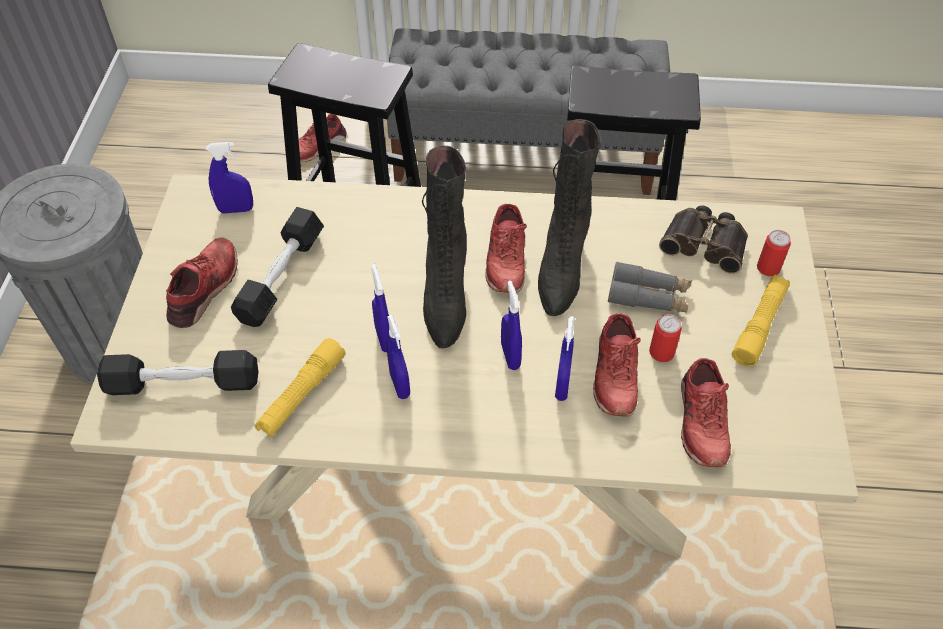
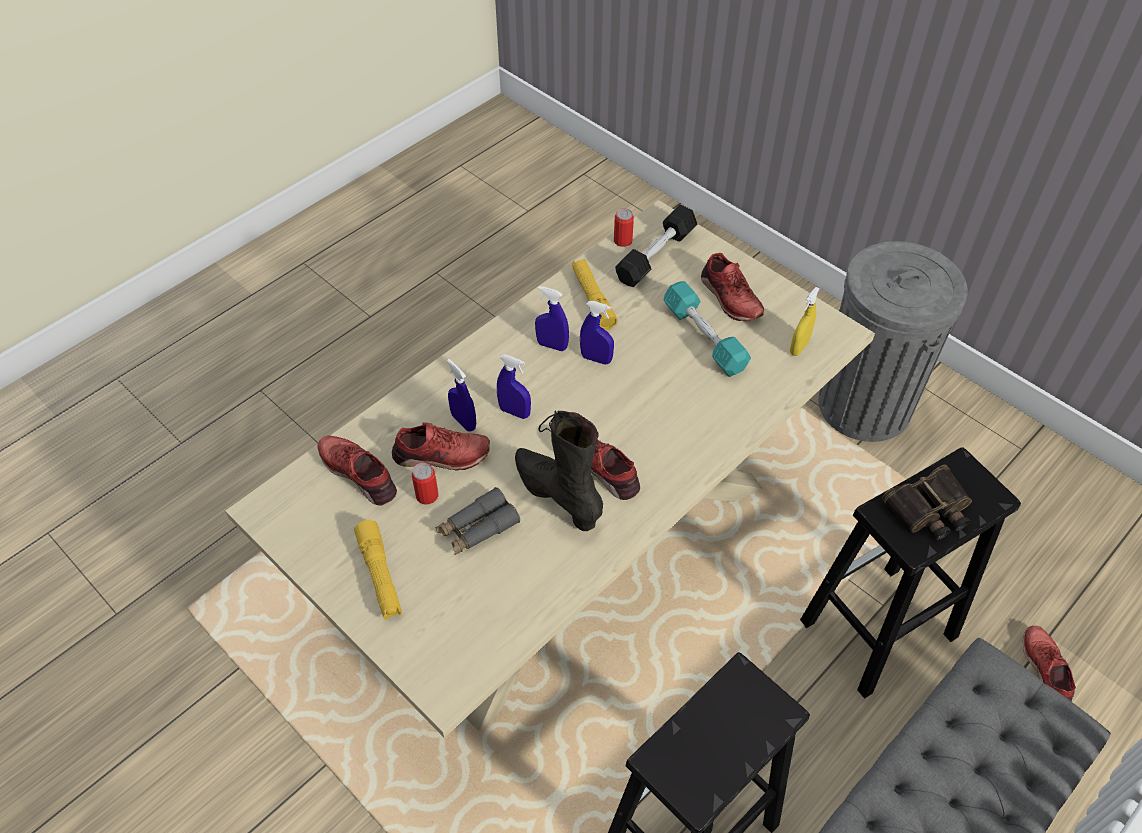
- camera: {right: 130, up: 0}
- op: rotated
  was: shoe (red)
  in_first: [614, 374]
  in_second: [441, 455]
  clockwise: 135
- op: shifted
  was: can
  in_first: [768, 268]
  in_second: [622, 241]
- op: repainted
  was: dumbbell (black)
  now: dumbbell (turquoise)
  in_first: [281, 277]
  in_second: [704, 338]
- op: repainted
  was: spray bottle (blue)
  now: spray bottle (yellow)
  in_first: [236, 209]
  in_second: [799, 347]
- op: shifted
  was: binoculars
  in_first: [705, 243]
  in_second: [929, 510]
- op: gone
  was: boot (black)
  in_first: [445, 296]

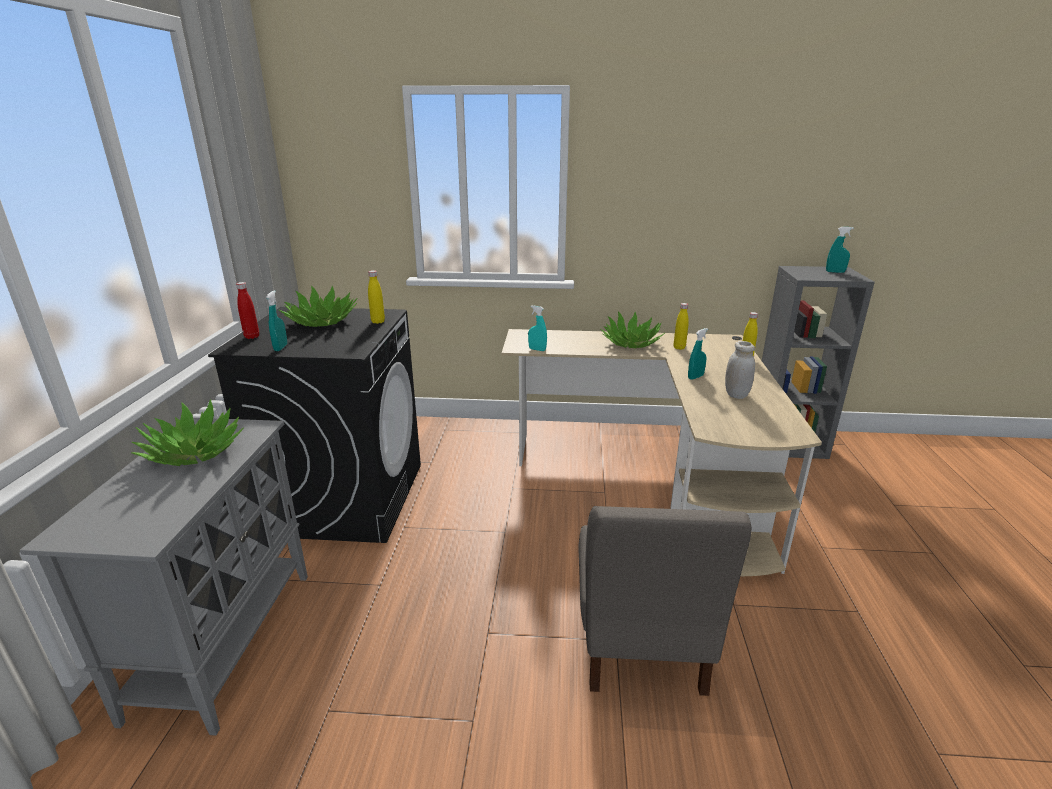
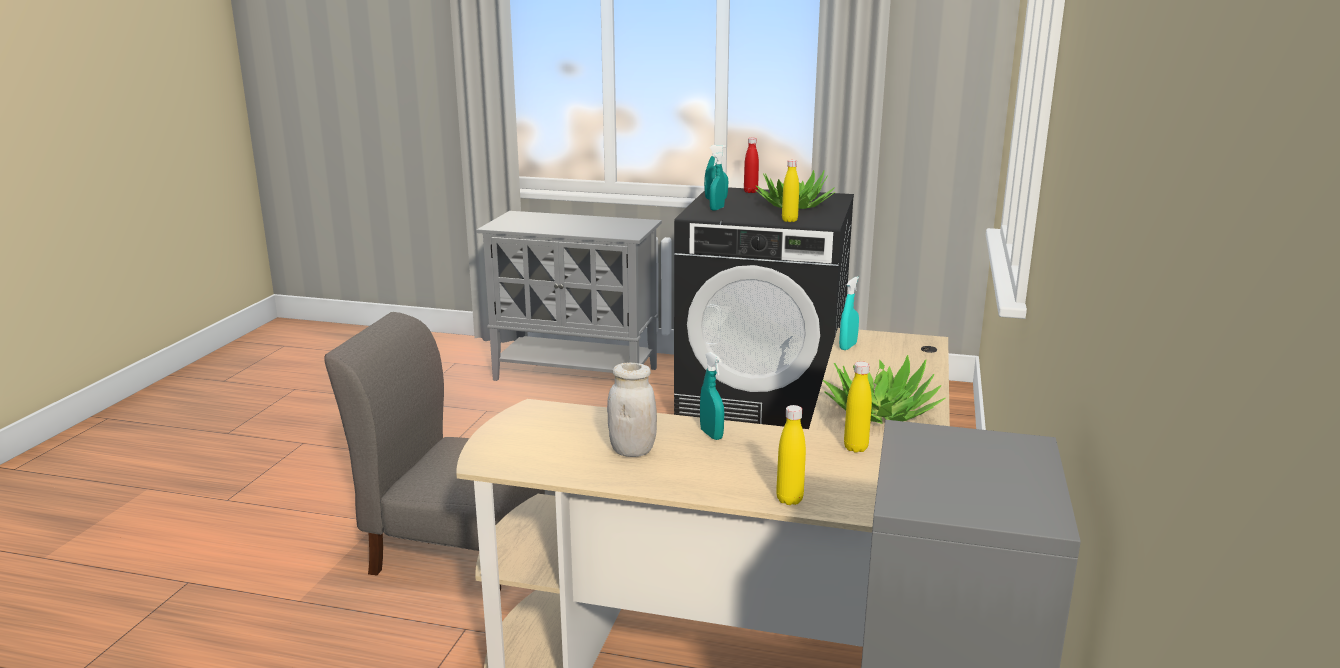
- camera: {right: 100, up: -5}
- op: shifted
  was: spray bottle (turquoise)
  in_first: [835, 272]
  in_second: [717, 209]
- op: gone
  was: potted plant
  in_first: [194, 453]

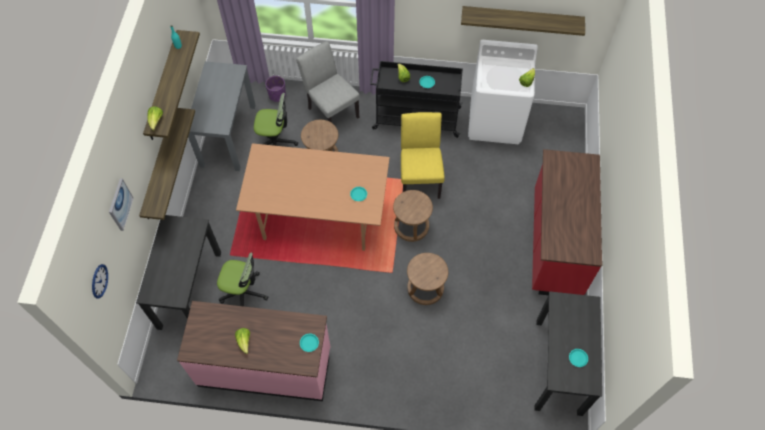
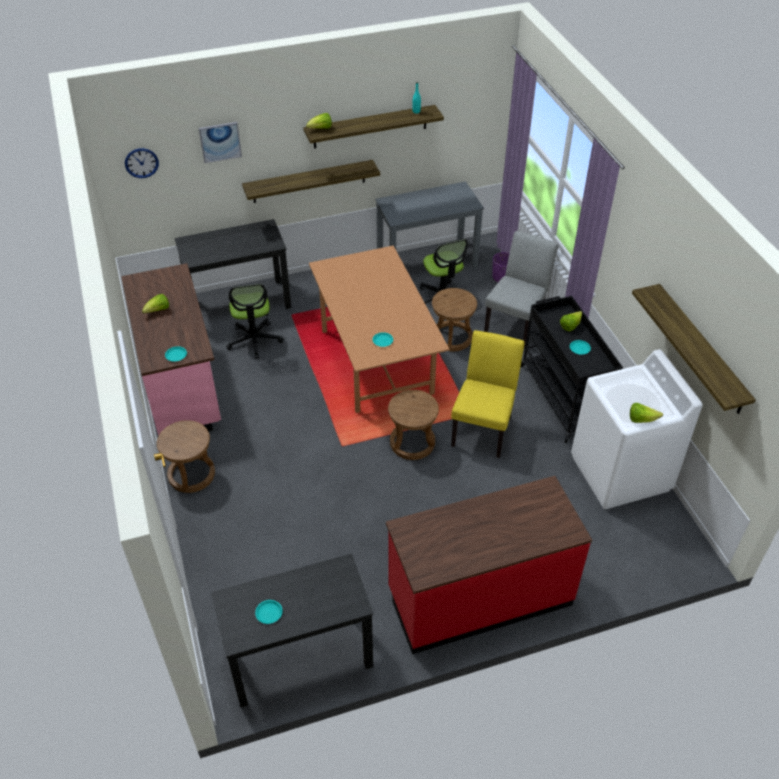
- camera: {right: 65, up: -15}
- op: shifted
  was: stool (brown)
  in_first: [425, 288]
  in_second: [191, 474]
- op: rotated
  was: chair (yellow)
  in_first: [420, 177]
  in_second: [483, 427]
  clockwise: -45

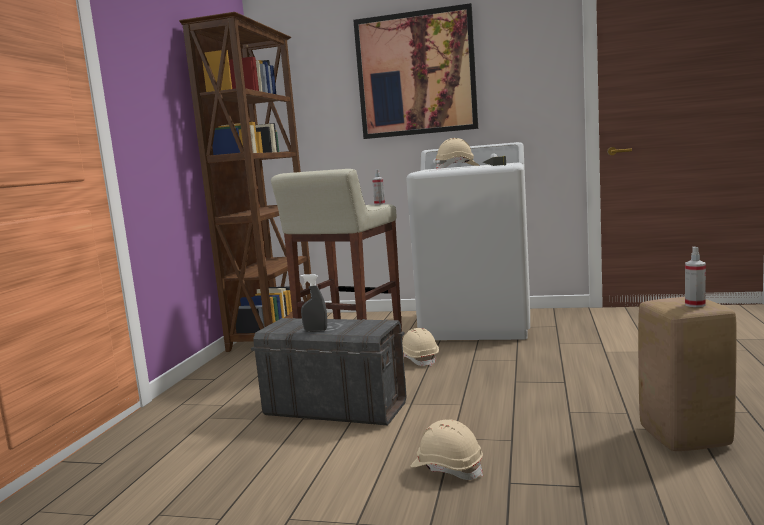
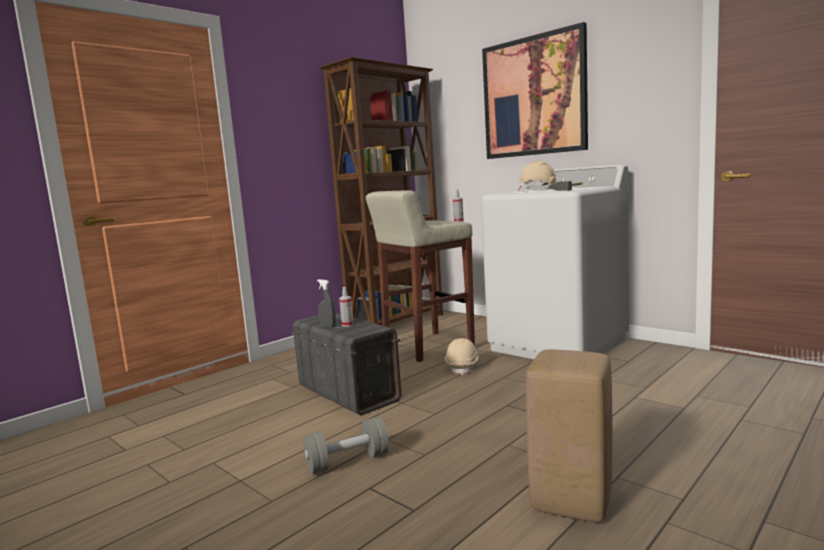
- camera: {right: 30, up: 0}
- op: swapped
  was: hard hat (beige)
  now: dumbbell (grey)
  in_first: [447, 468]
  in_second: [347, 461]
- op: shifted
  was: spray bottle
  in_first: [695, 305]
  in_second: [347, 325]

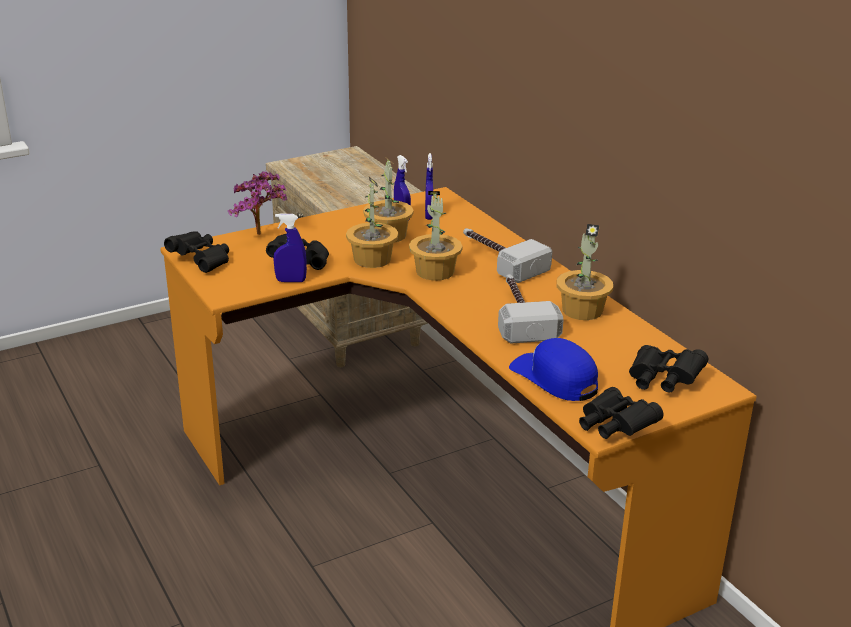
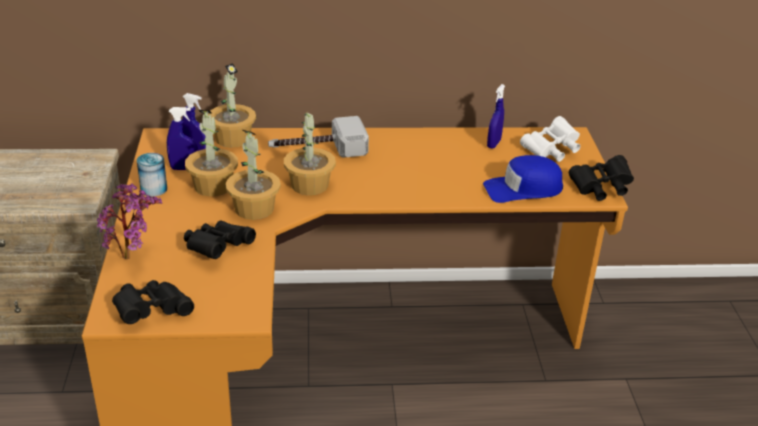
- camera: {right: -65, up: 5}
- op: new
  now: can
  in_second: [154, 189]
- op: shifted
  was: potted plant
  in_first: [582, 310]
  in_second: [232, 138]
- op: shifted
  was: spray bottle (blue)
  in_first: [291, 281]
  in_second: [493, 144]
- op: repainted
  was: binoculars (black)
  now: binoculars (white)
  in_first: [662, 381]
  in_second: [551, 150]
- op: gone
  was: hammer
  in_first: [520, 315]

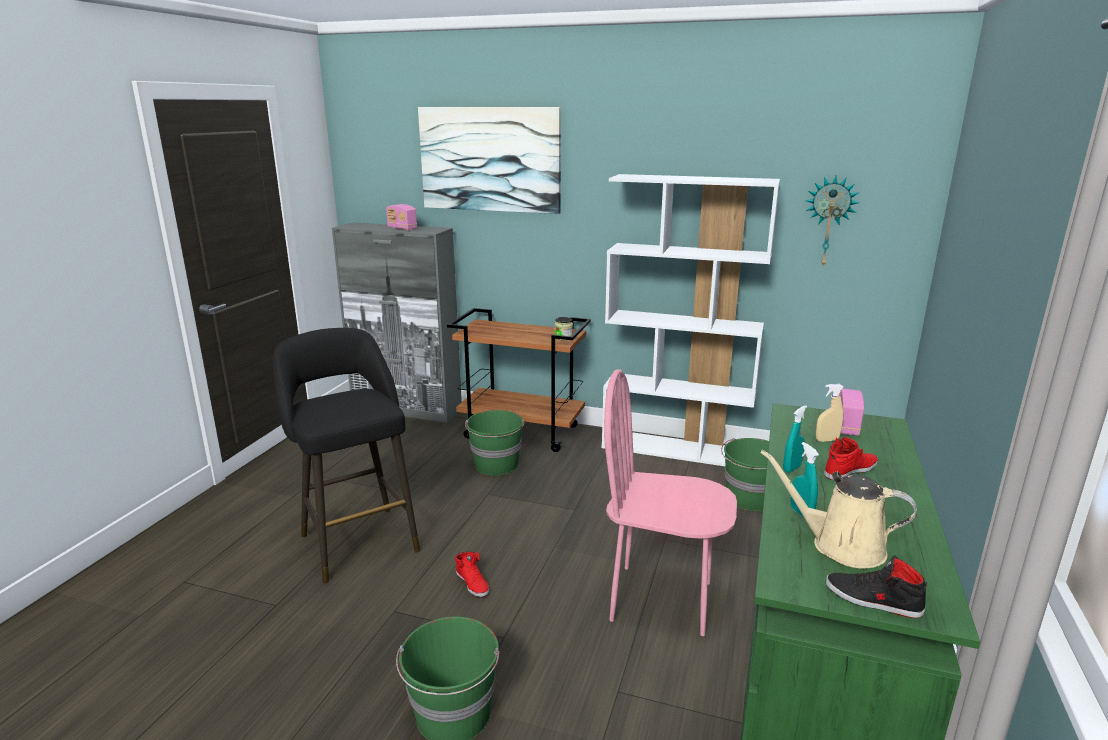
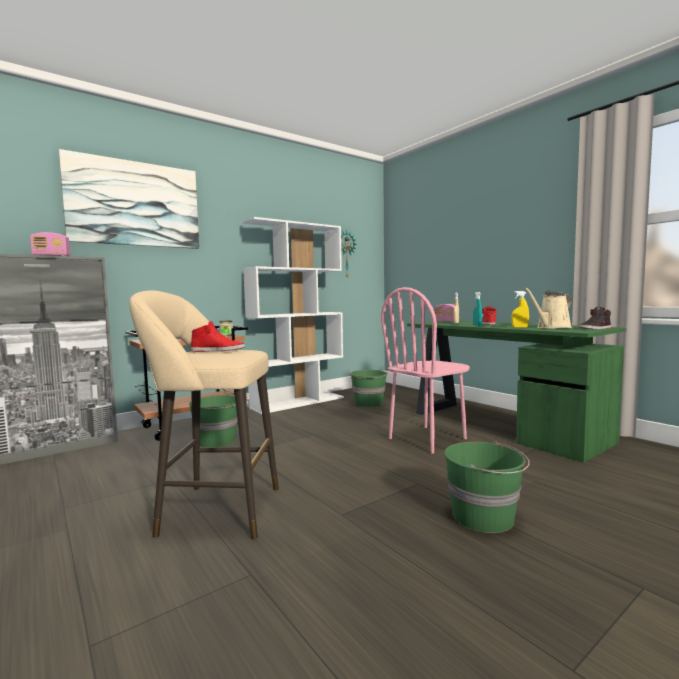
- camera: {right: -55, up: -15}
- op: repainted
  was: stool (black)
  now: stool (beige)
  in_first: [357, 539]
  in_second: [214, 510]
- op: shifted
  was: shoe (red)
  in_first: [472, 583]
  in_second: [218, 350]
- op: repainted
  was: spray bottle (turquoise)
  now: spray bottle (yellow)
  in_first: [801, 513]
  in_second: [520, 327]

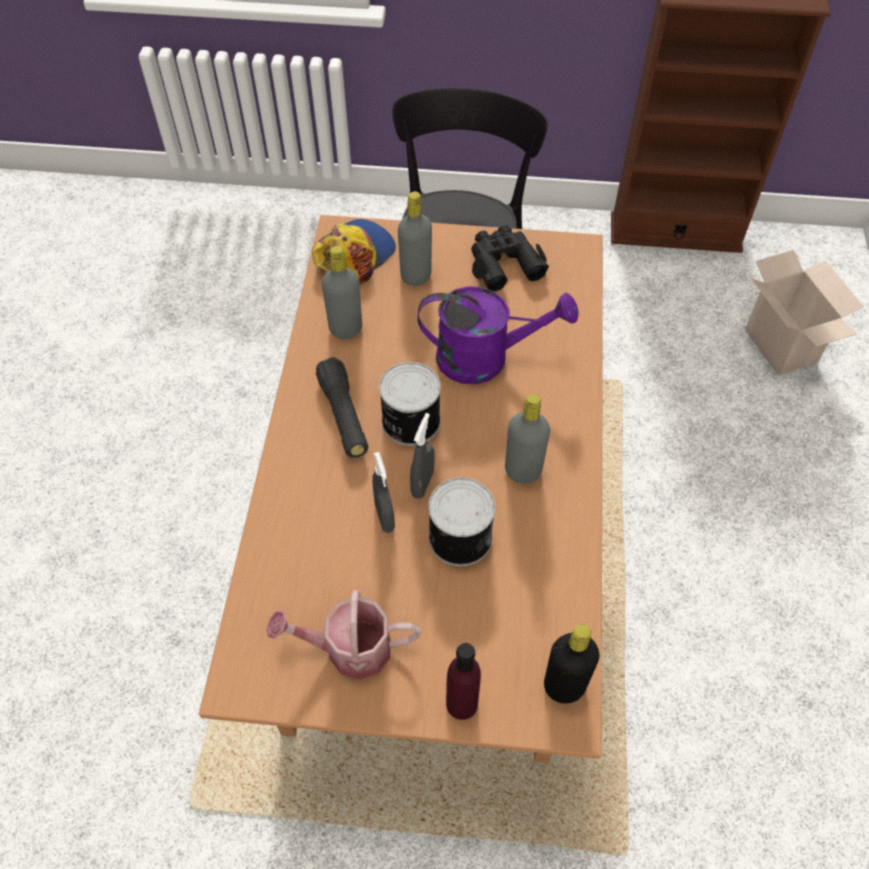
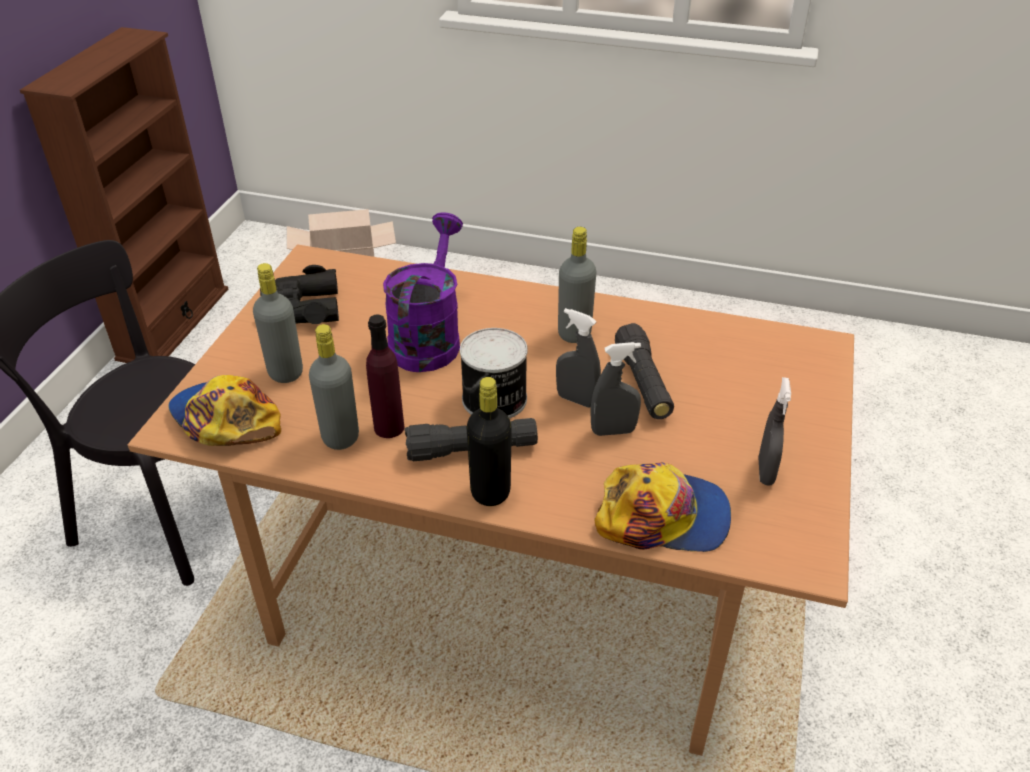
- camera: {right: -80, up: -15}
- op: shifted
  was: bottle (purple)
  in_first: [461, 703]
  in_second: [389, 427]
- op: shifted
  was: bottle (black)
  in_first: [564, 686]
  in_second: [490, 492]
- op: new
  now: cap
  in_second: [663, 516]
- op: swapped
  was: can
  now: flashlight (black)
  in_first: [458, 537]
  in_second: [643, 383]
- op: swapped
  was: watering can
  now: spray bottle (grey)
  in_first: [349, 649]
  in_second: [765, 471]

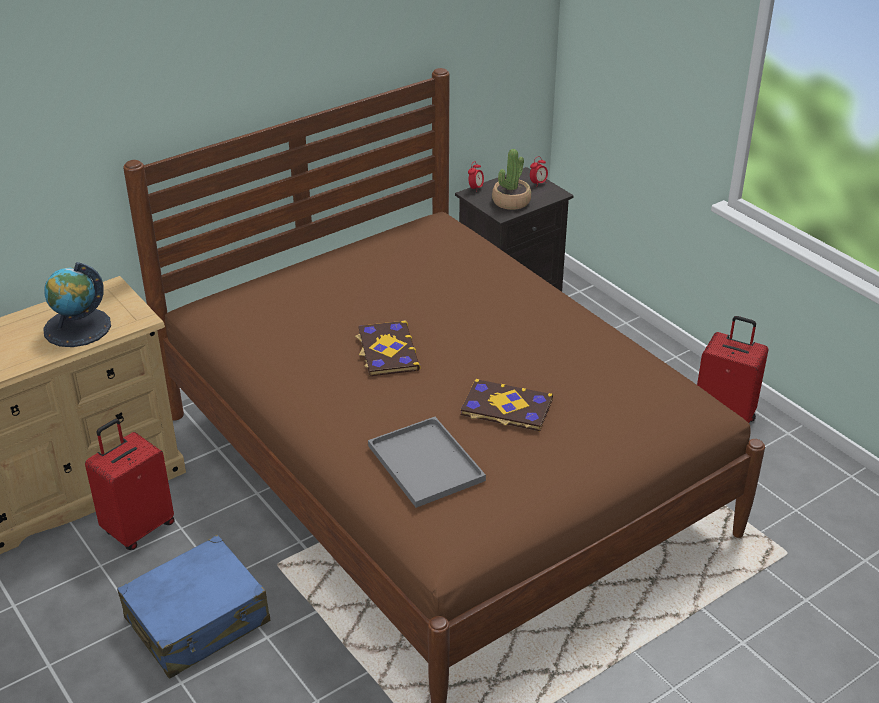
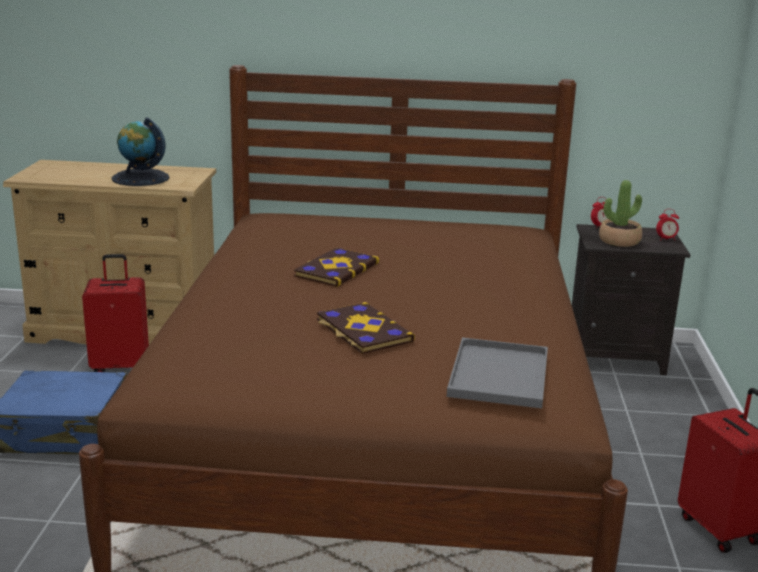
- camera: {right: 40, up: -15}
- op: shifted
  was: tray (grey)
  in_first: [428, 464]
  in_second: [500, 376]

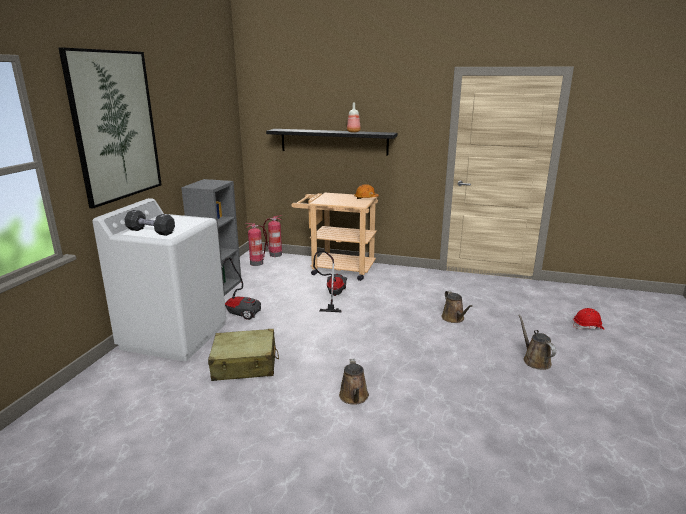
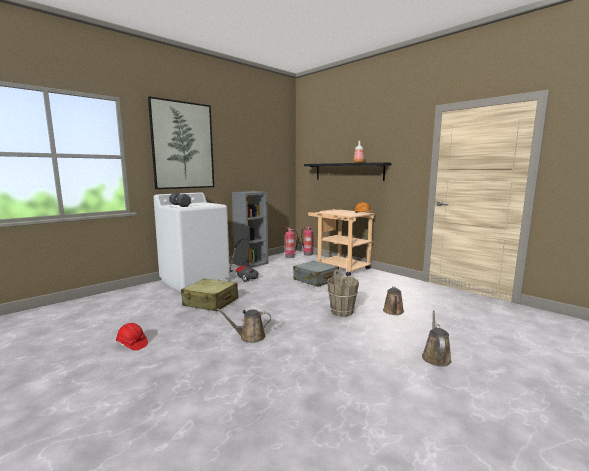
- camera: {right: 30, up: -10}
- op: shifted
  was: hard hat (red)
  in_first: [588, 327]
  in_second: [132, 344]
- op: rotated
  was: watering can (brown)
  in_first: [354, 397]
  in_second: [249, 337]
  clockwise: 60
- op: swapped
  was: vacuum cleaner
  now: suitcase (grey)
  in_first: [332, 295]
  in_second: [315, 280]
- op: new
  now: bucket (brown)
  in_second: [342, 312]

